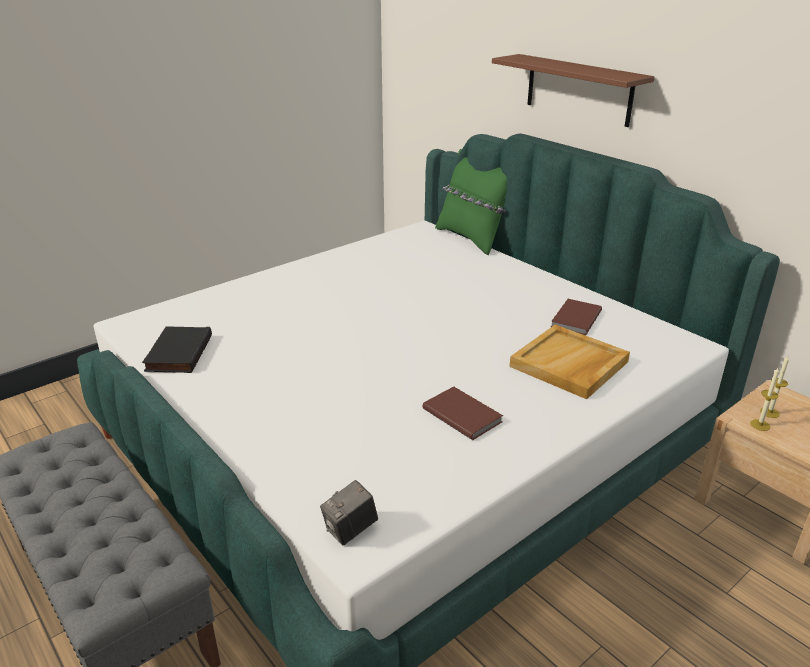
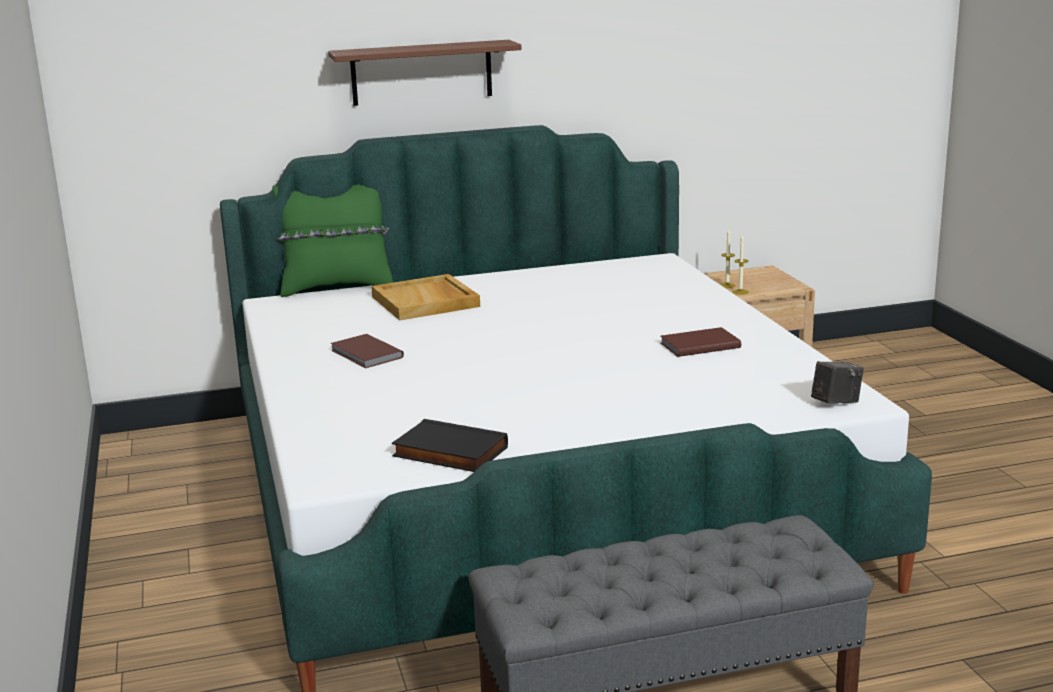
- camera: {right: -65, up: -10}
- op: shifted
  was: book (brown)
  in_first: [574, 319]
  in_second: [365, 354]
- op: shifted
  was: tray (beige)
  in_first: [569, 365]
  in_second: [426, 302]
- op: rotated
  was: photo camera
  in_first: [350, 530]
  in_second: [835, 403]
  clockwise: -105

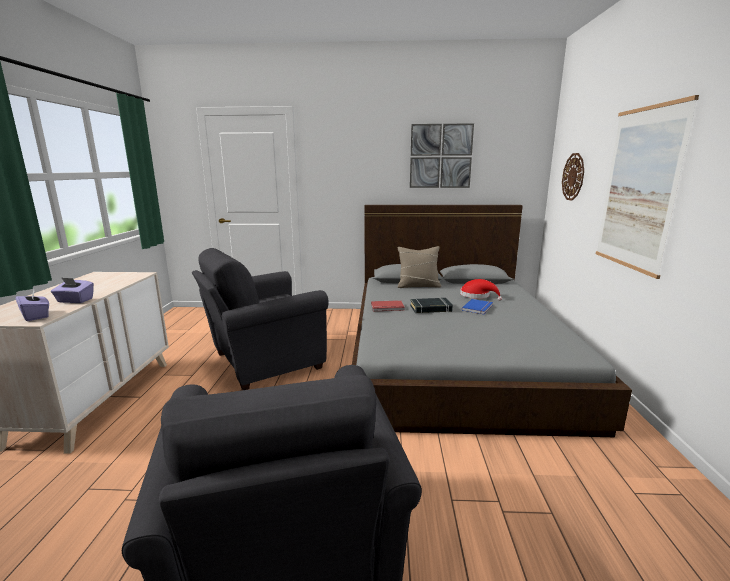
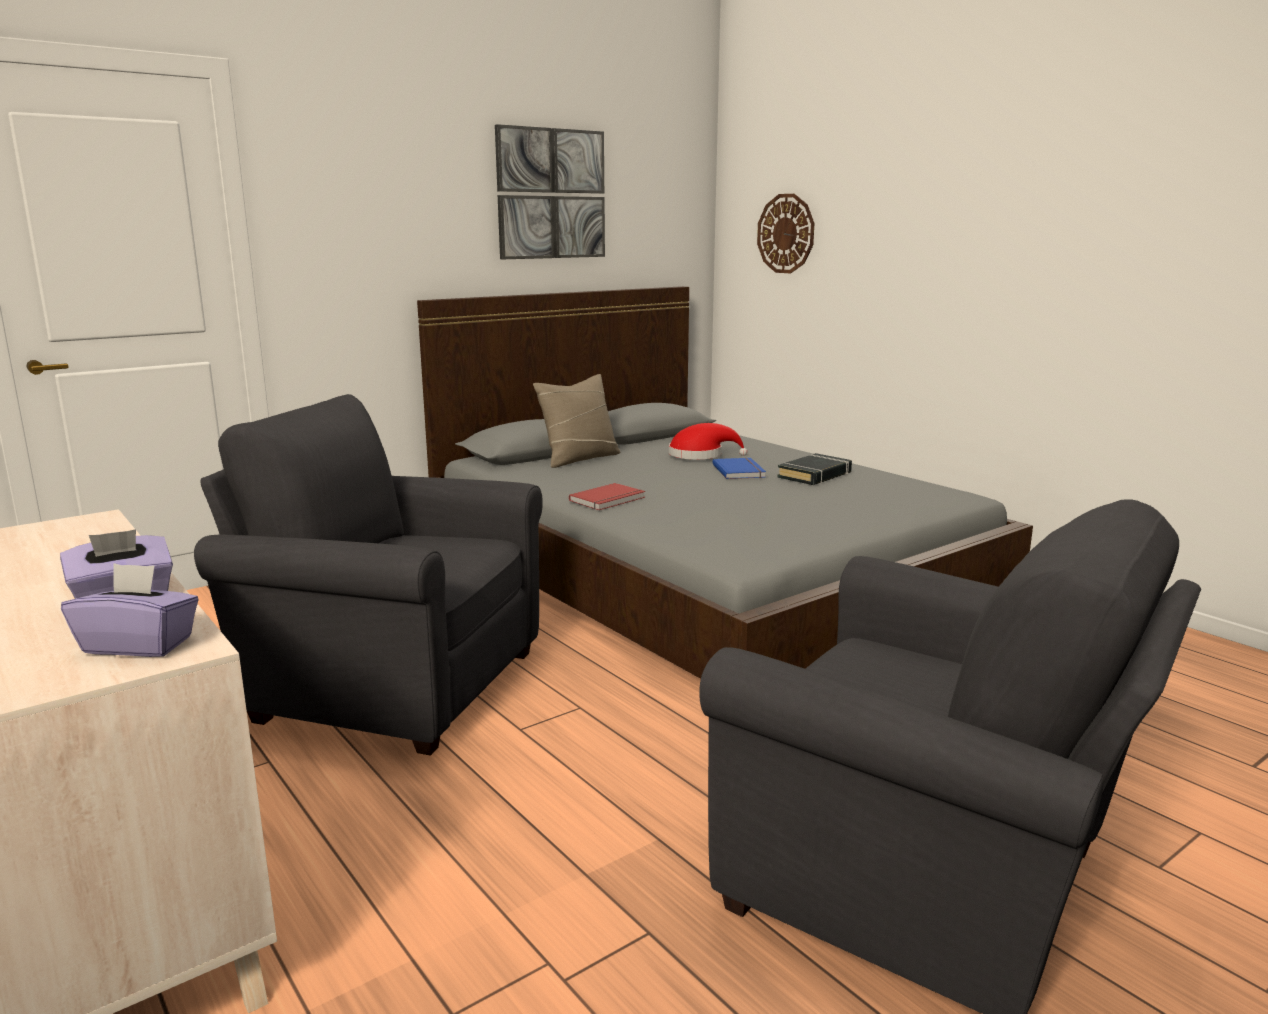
- camera: {right: -40, up: 0}
- op: rotated
  was: armchair (grey)
  in_first: [263, 361]
  in_second: [390, 683]
  clockwise: 90
- op: shifted
  was: book (black)
  in_first: [431, 308]
  in_second: [815, 475]
- op: gone
  was: picture
  in_first: [639, 189]

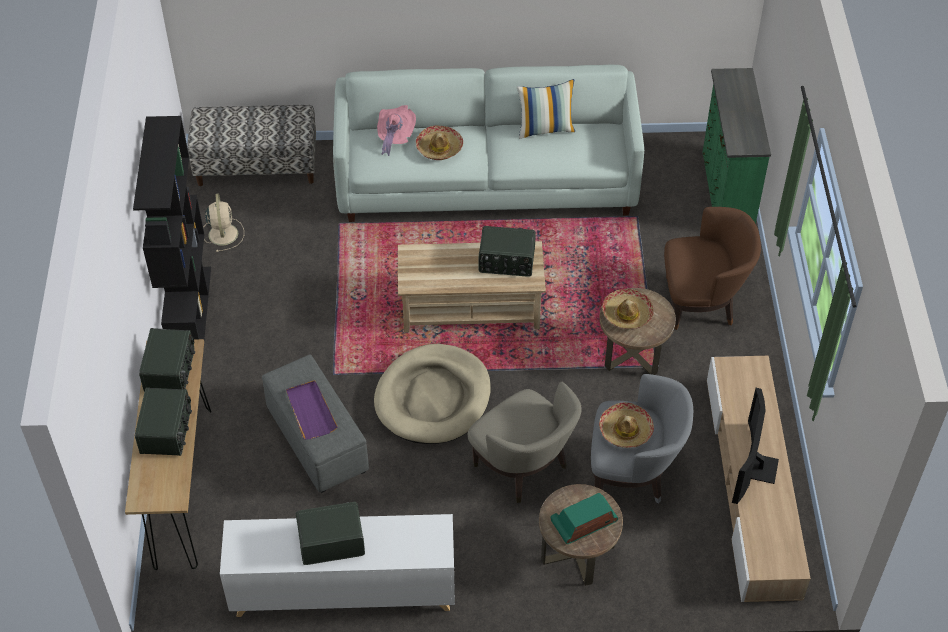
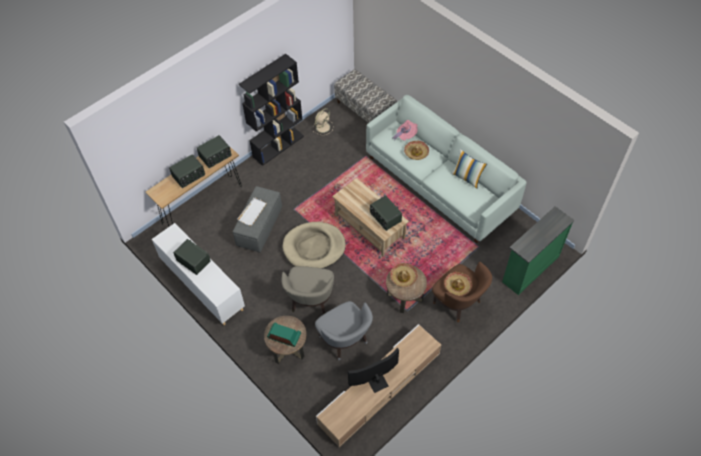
- camera: {right: 50, up: 5}
- op: repainted
  was: tray (purple)
  now: tray (white)
  in_first: [310, 411]
  in_second: [253, 212]
- op: shifted
  was: hat
  in_first: [625, 430]
  in_second: [457, 286]

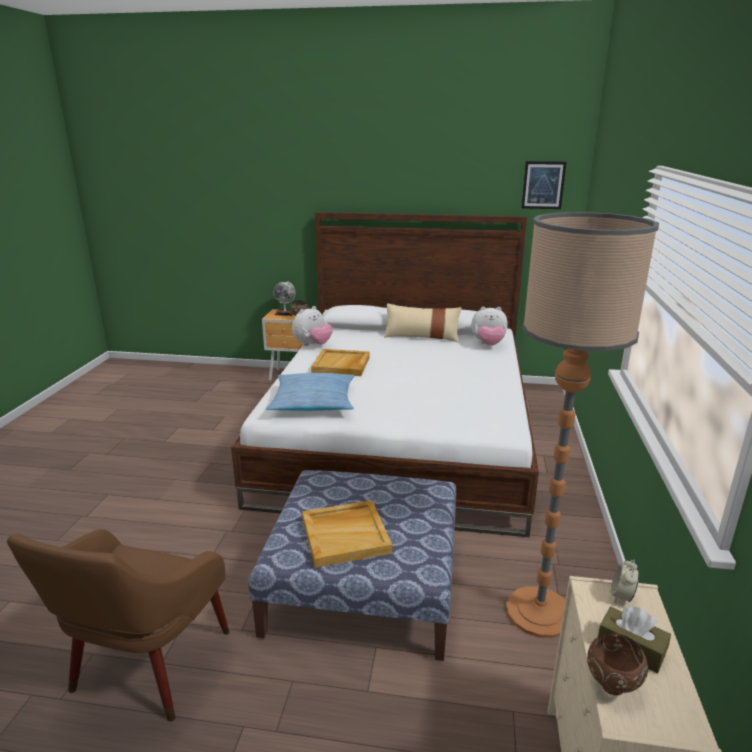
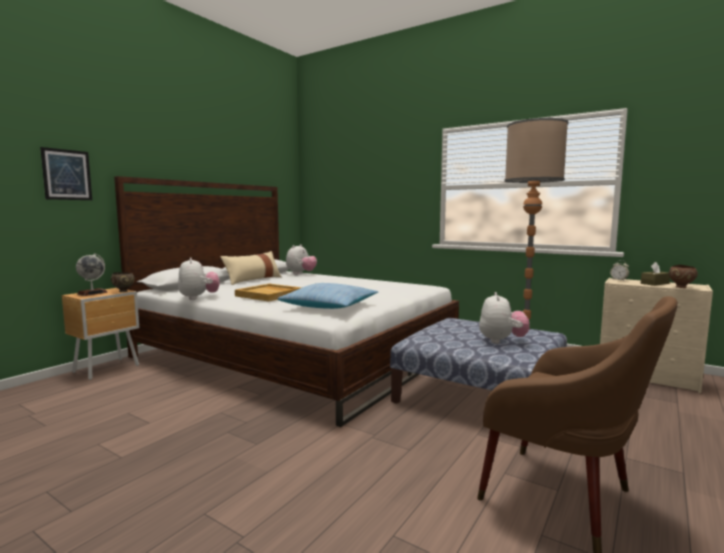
- camera: {right: -65, up: -15}
- op: shifted
  was: picture
  in_first: [543, 185]
  in_second: [67, 174]
- op: swapped
  was: tray (beige)
  now: plush toy
  in_first: [346, 535]
  in_second: [502, 341]

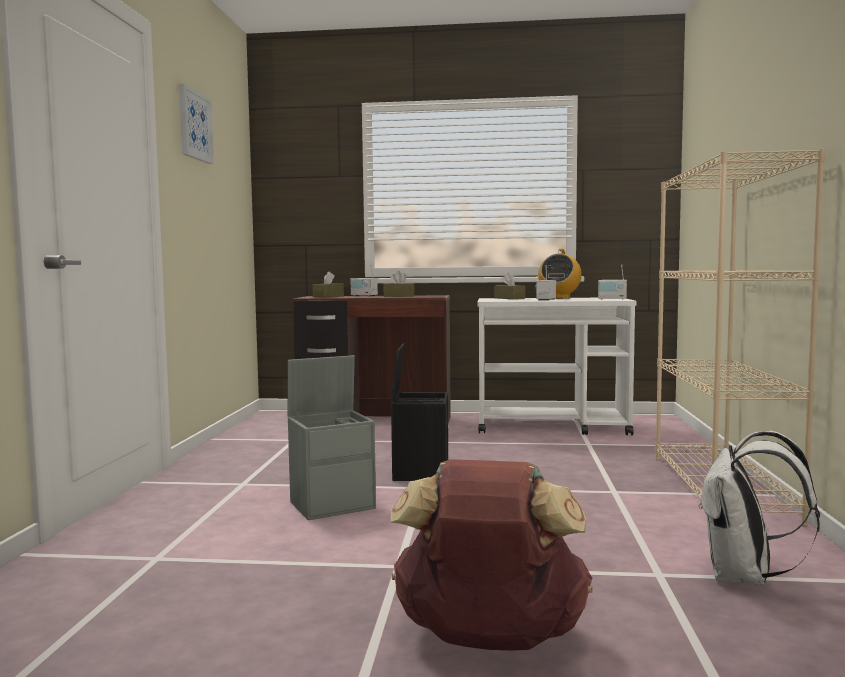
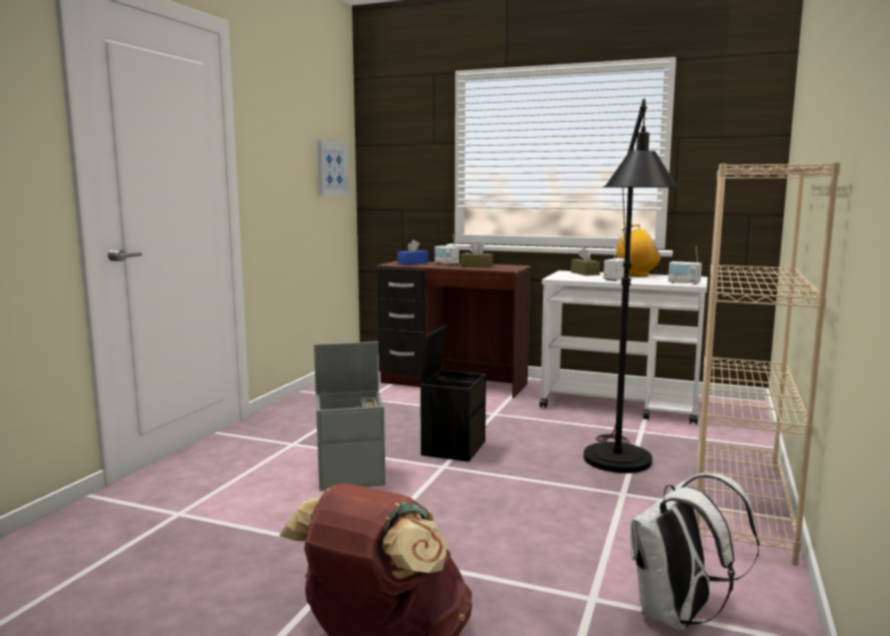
- camera: {right: 15, up: 5}
- op: shifted
  was: picture
  in_first: [194, 126]
  in_second: [331, 169]
- op: repainted
  was: tissue box (brown)
  now: tissue box (blue)
  in_first: [328, 296]
  in_second: [412, 263]
- op: new
  now: floor lamp (black)
  in_second: [618, 467]
- op: rotated
  was: radio
  in_first: [559, 298]
  in_second: [637, 275]
  clockwise: -120

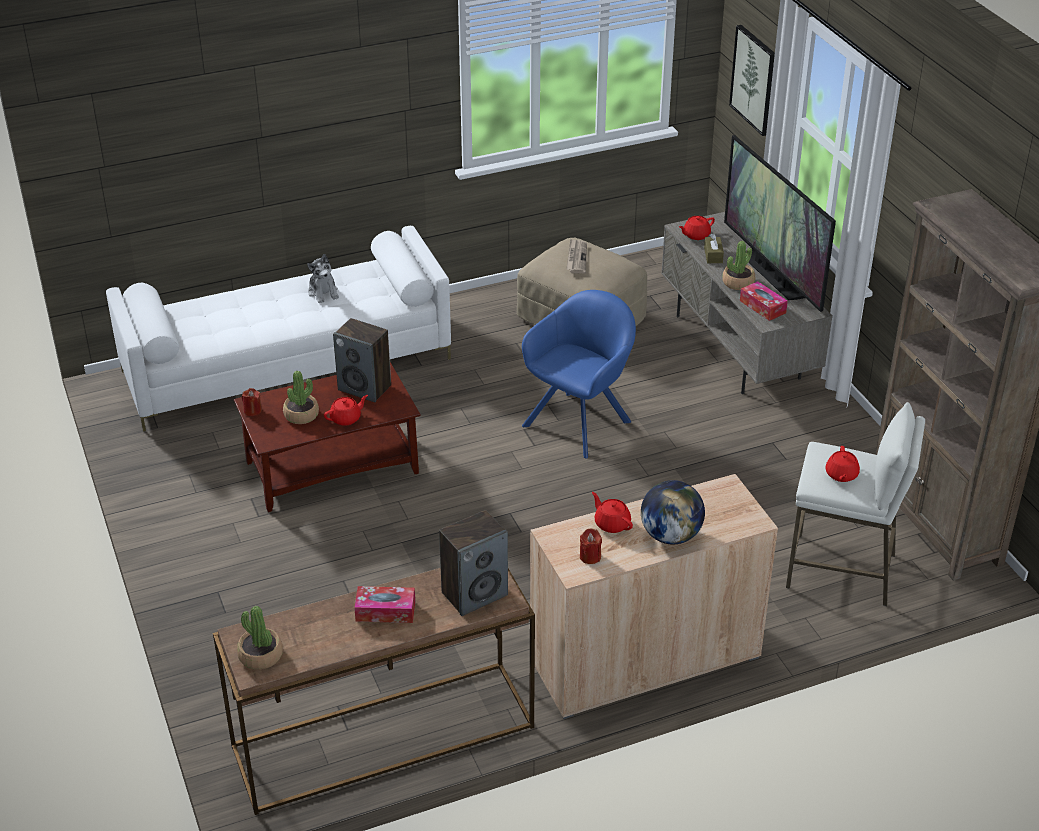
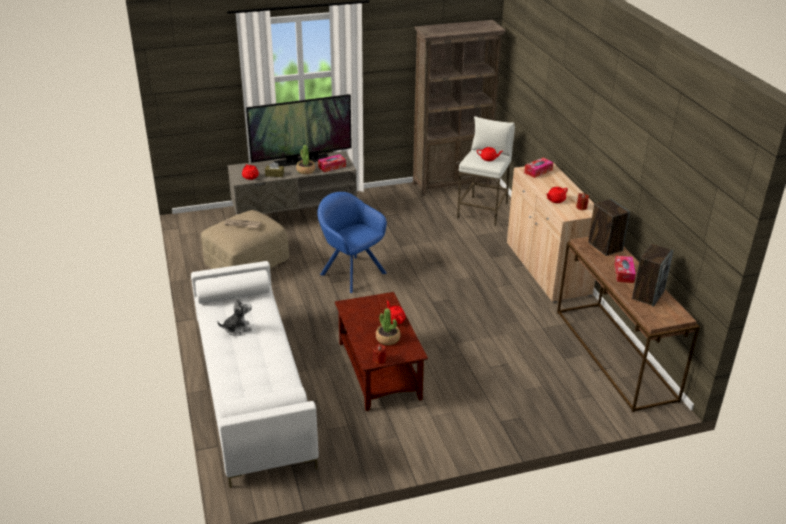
- camera: {right: -85, up: -5}
- op: new
  now: tissue box
  in_second: [538, 171]
- op: shifted
  was: speaker
  in_first: [365, 388]
  in_second: [648, 295]
- op: gone
  was: potted plant
  in_first: [260, 655]
- op: gone
  was: globe
  in_first: [670, 535]
- op: gone
  was: picture
  in_first: [754, 79]

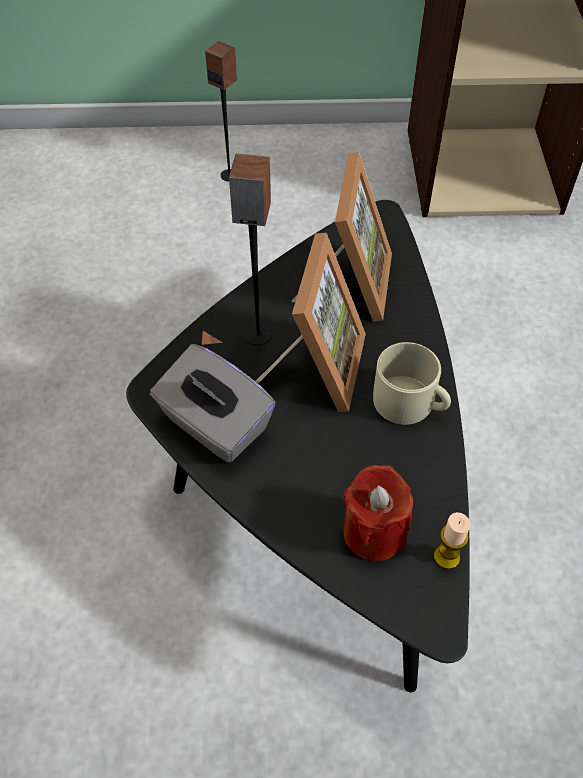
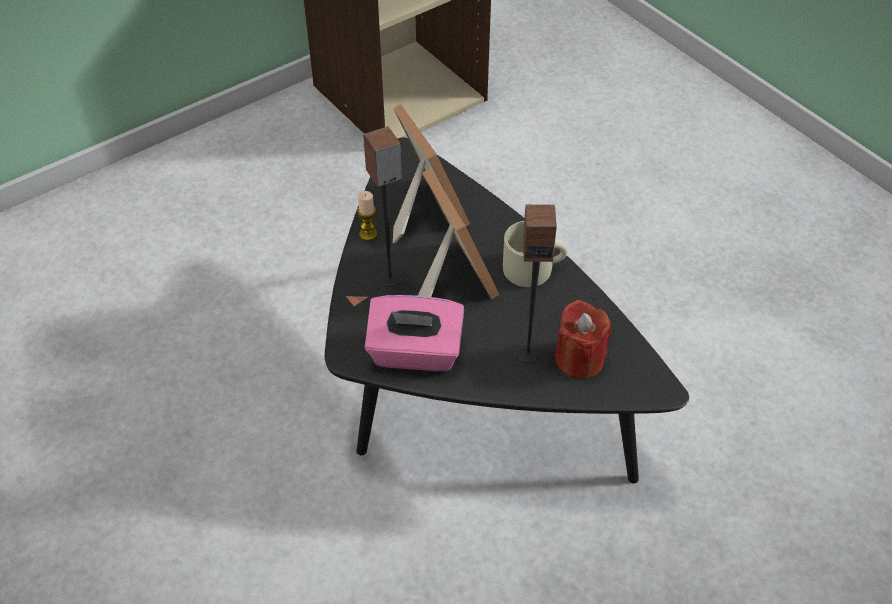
- camera: {right: -35, up: -5}
- op: shifted
  was: candle
  in_first: [446, 557]
  in_second: [368, 234]
- op: repainted
  was: tissue box (grey)
  now: tissue box (pink)
  in_first: [214, 425]
  in_second: [415, 353]
- op: shifted
  was: speaker
  in_first: [229, 175]
  in_second: [527, 353]

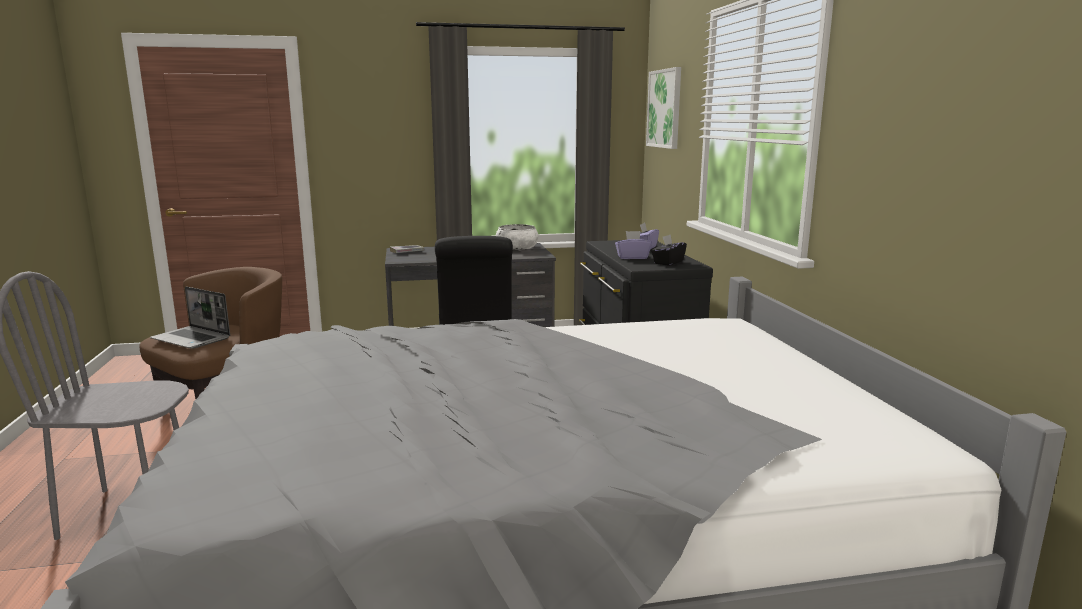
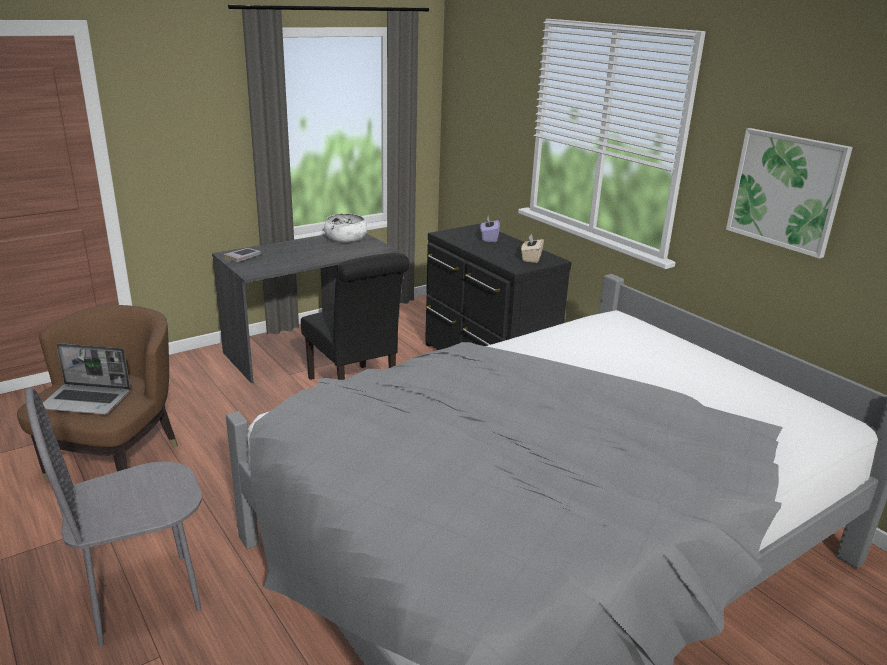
- camera: {right: -25, up: 10}
- op: repainted
  was: tissue box (black)
  now: tissue box (beige)
  in_first: [668, 262]
  in_second: [531, 258]
- op: shifted
  was: picture
  in_first: [665, 109]
  in_second: [786, 191]
- op: gone
  was: tissue box (purple)
  in_first: [632, 257]

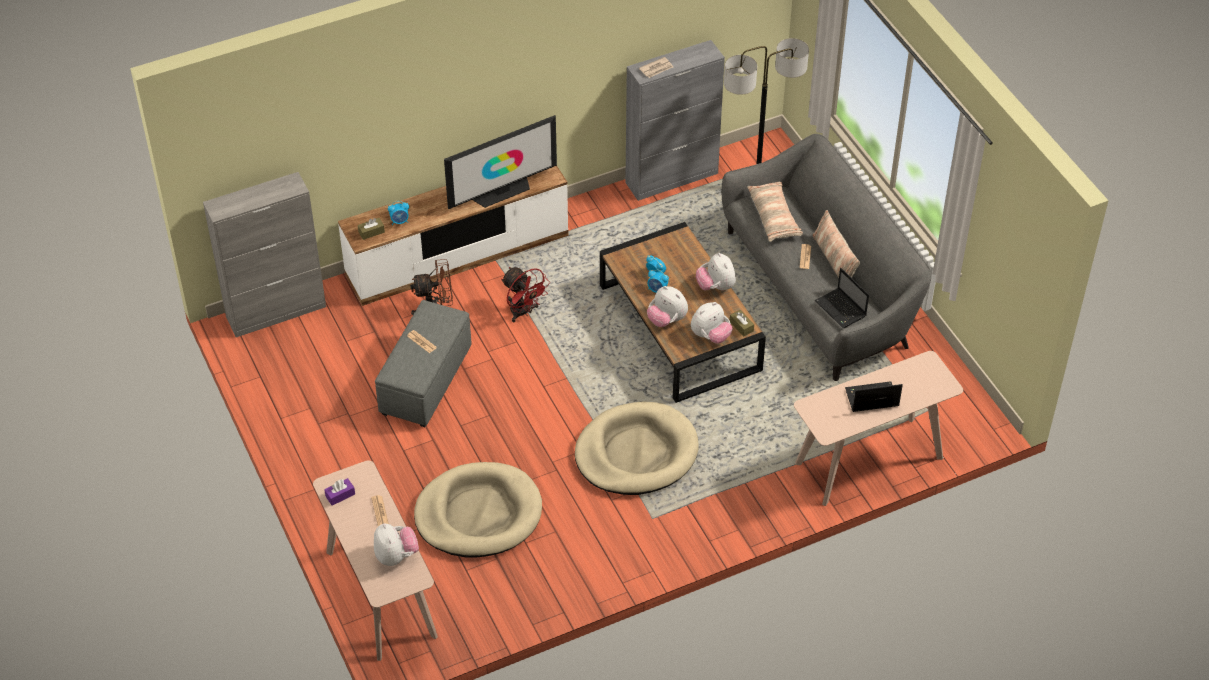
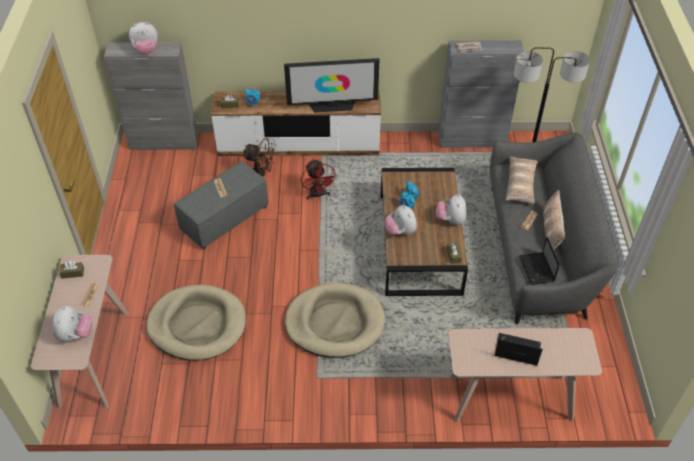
- camera: {right: 25, up: 0}
- op: repainted
  was: tissue box (purple)
  now: tissue box (brown)
  in_first: [340, 495]
  in_second: [73, 273]
- op: shifted
  was: plush toy
  in_first: [710, 336]
  in_second: [146, 50]

